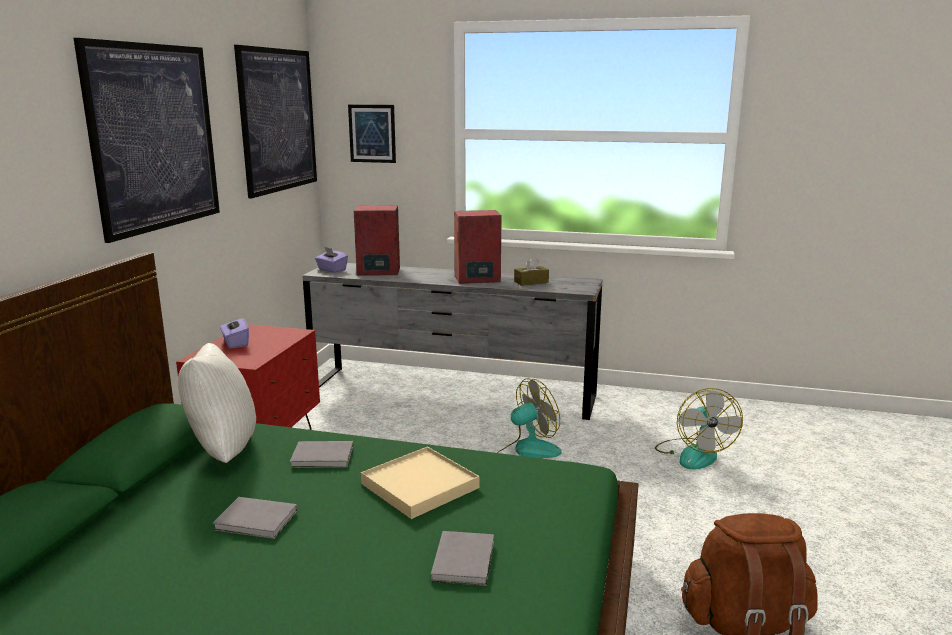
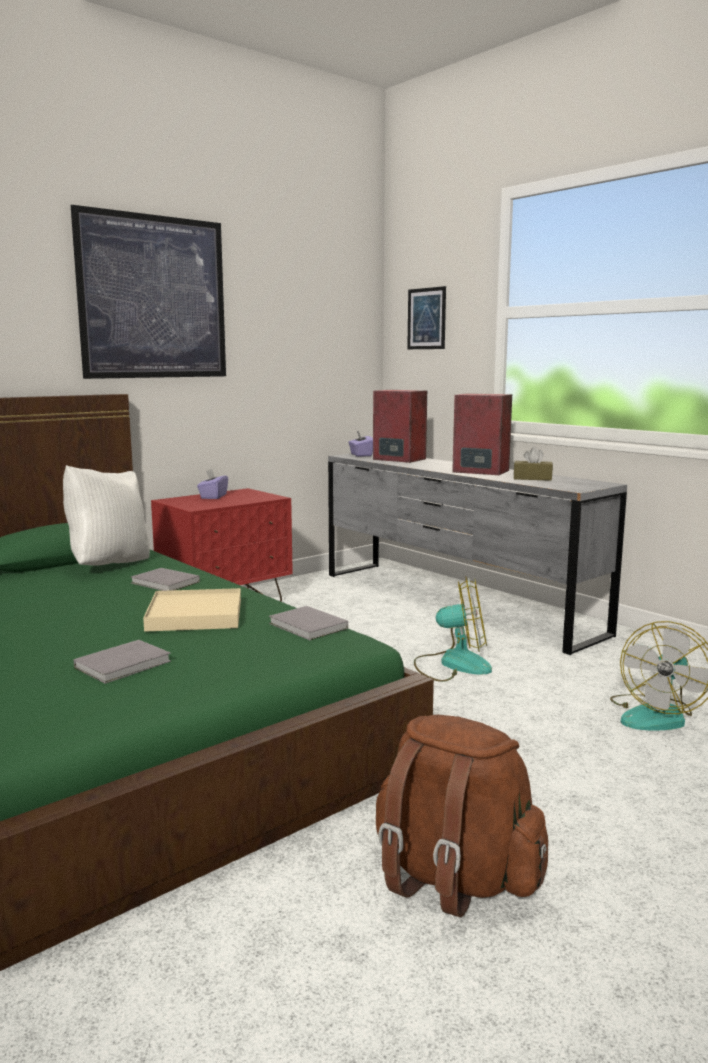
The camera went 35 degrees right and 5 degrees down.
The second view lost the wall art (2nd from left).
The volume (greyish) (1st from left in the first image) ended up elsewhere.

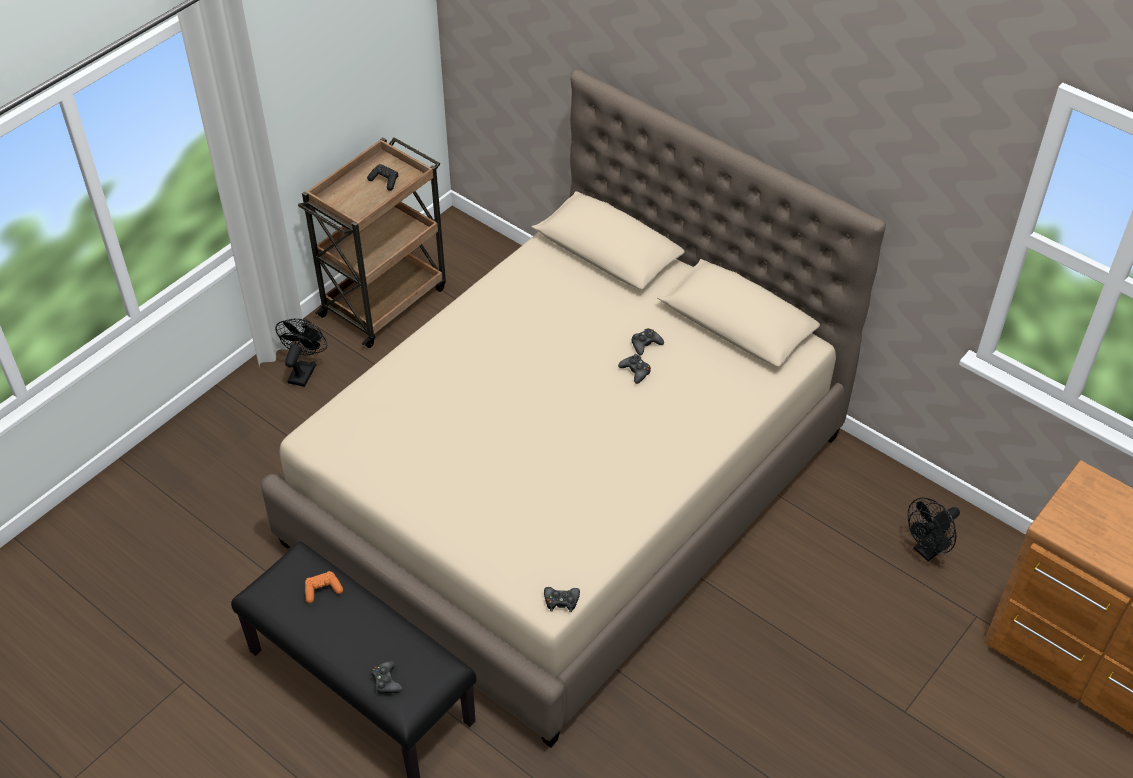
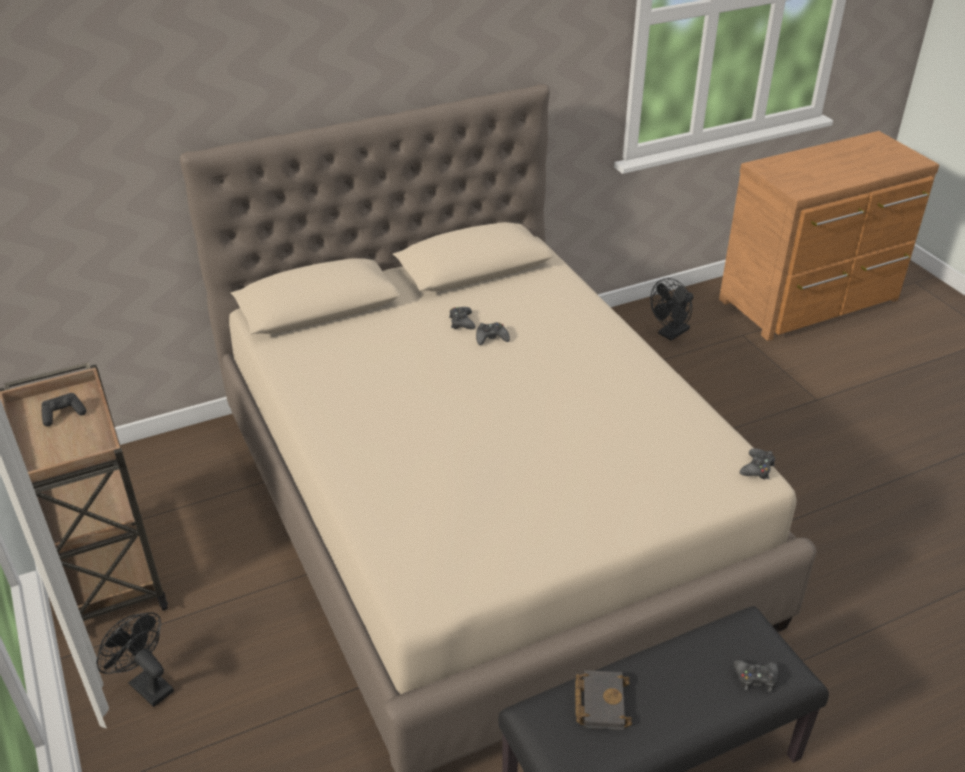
The camera went 65 degrees left and 10 degrees down.
The electric fan (black) (2nd from left) ended up facing another way, 60 degrees clockwise from before.
Where the gamepad (orangey) stood, the volume (black) came to stand.

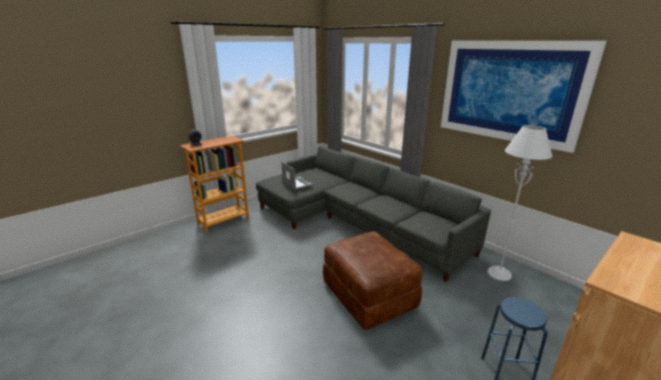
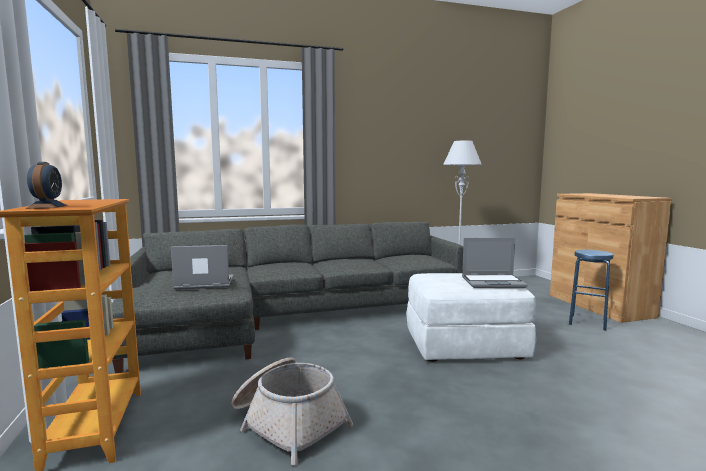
The camera went 65 degrees left and 15 degrees down.
The second view lost the wall art.
What was the pouffe (brownish) turned into the pouffe (white).
The second view gained the notebook computer (2nd from left).
The second view gained the basket.

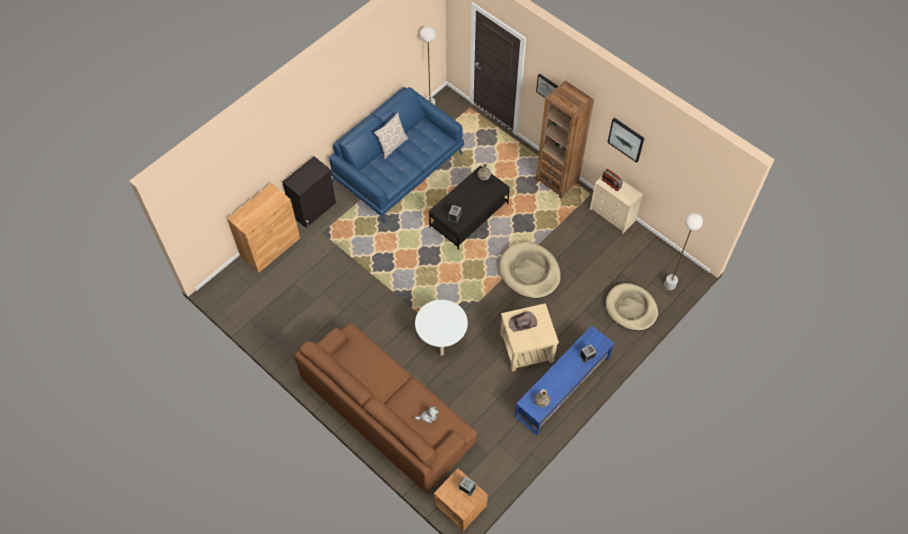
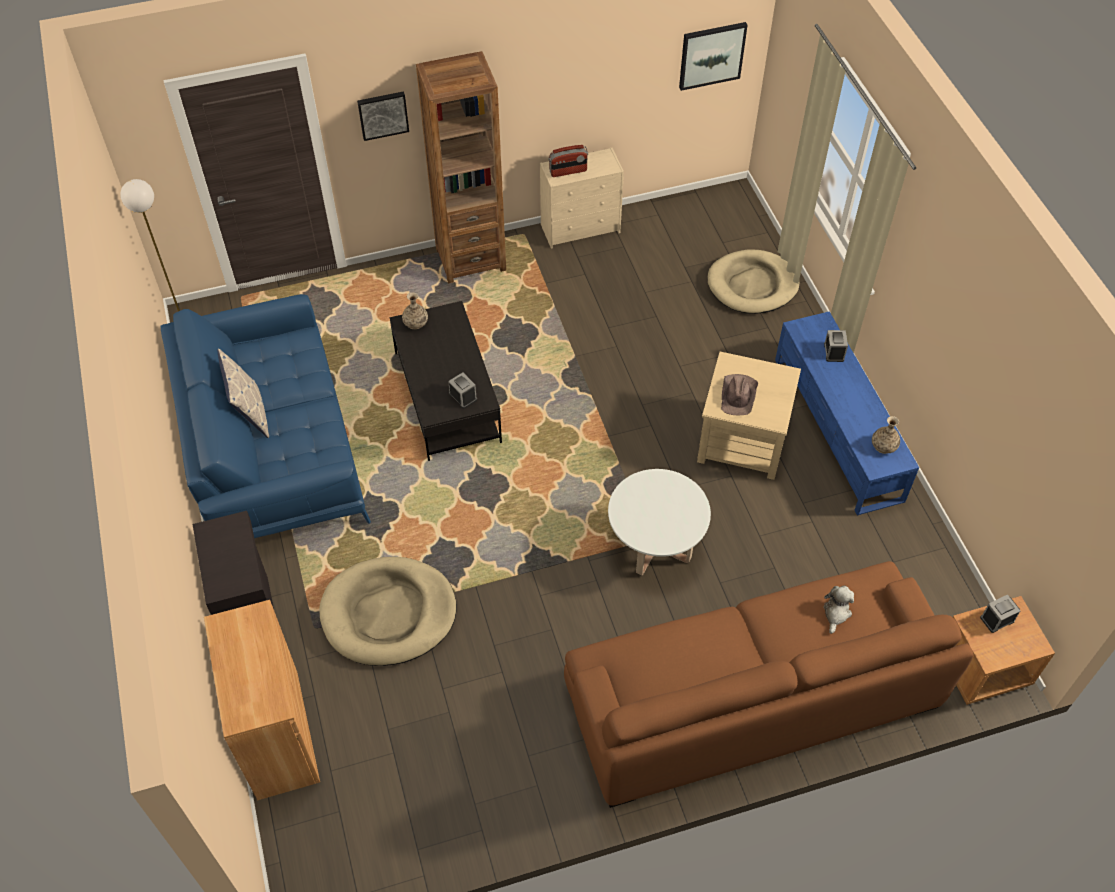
The camera went 60 degrees left and 5 degrees down.
The wall art (2nd from left) ended up elsewhere.
The second view lost the standing lamp (white) (2nd from left).
The pet bed (beige) (1st from left) ended up elsewhere.

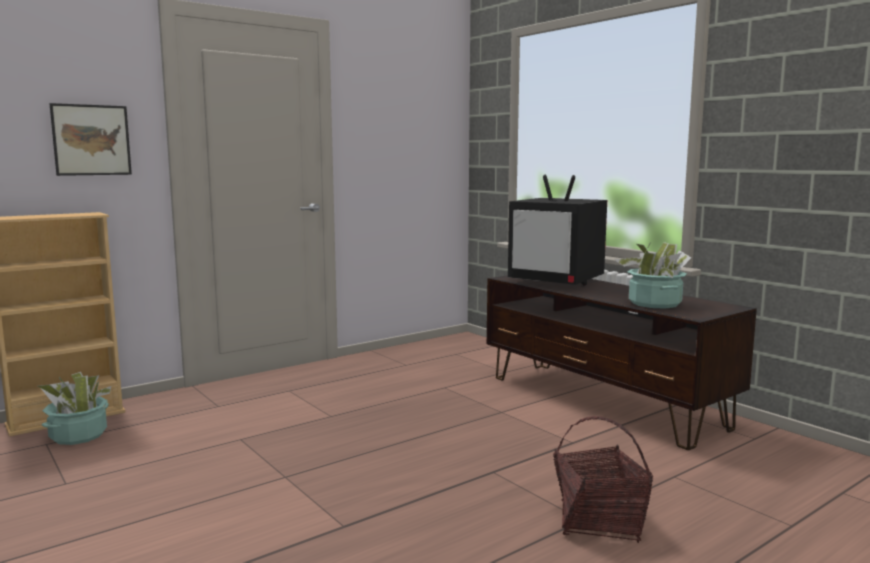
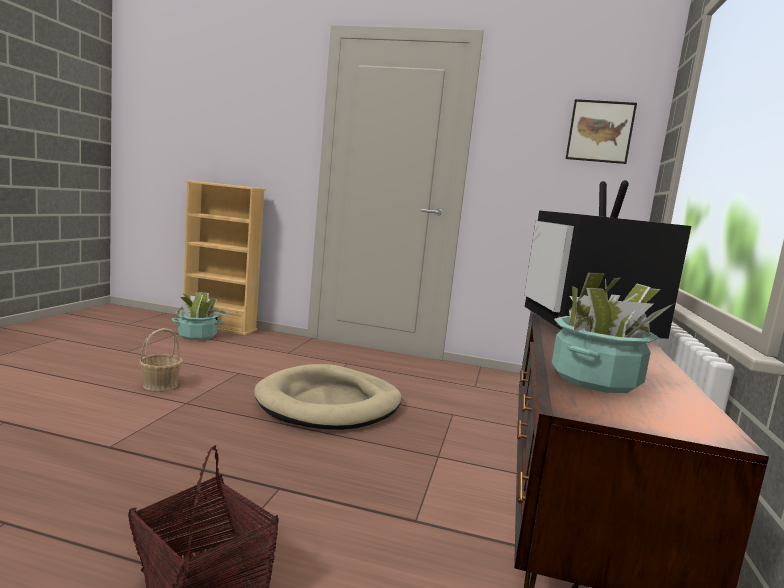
The camera went 50 degrees right and 0 degrees up.
The wall art ended up elsewhere.
The second view gained the basket (1st from left).
The second view gained the pet bed (beige).

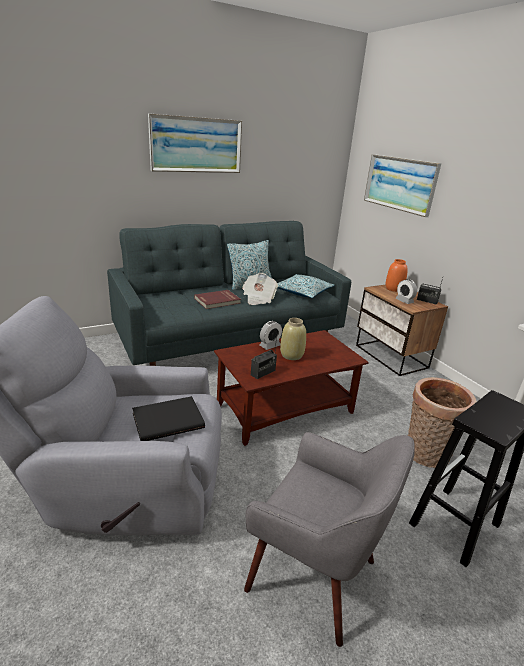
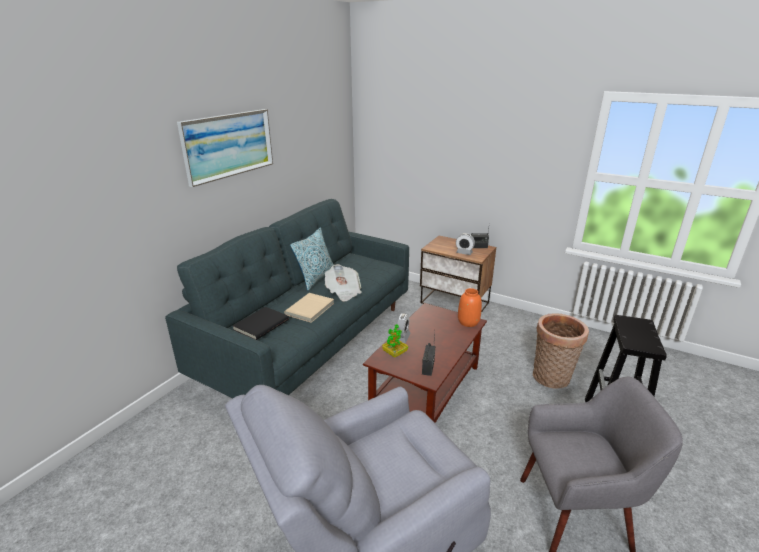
The camera went 30 degrees left and 0 degrees up.
The second view lost the wall art (2nd from left).
The flower vase (orangey) ended up elsewhere.
The second view lost the pillow (2nd from left).
What was the volume (reddish) turned into the volume (beige).
The second view lost the flower vase (beige).
The volume (black) ended up elsewhere.
The second view gained the plant in a pot.

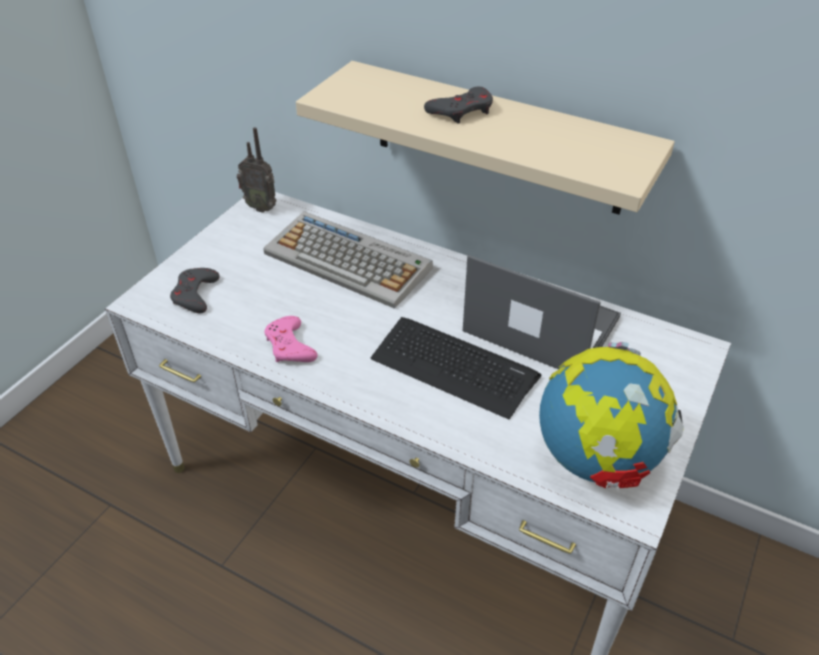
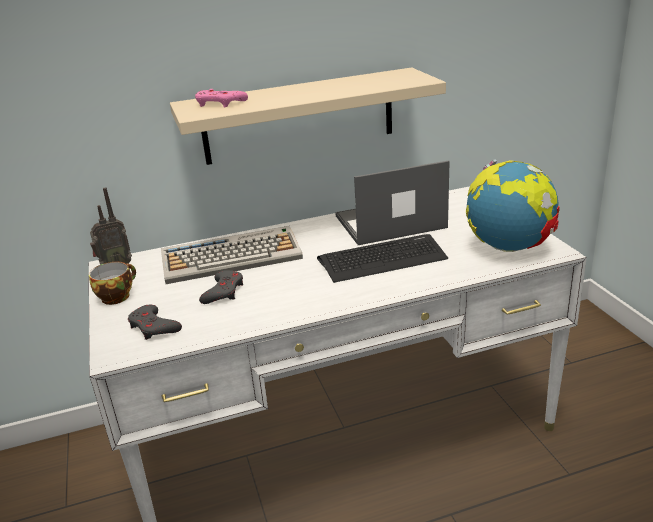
The camera went 45 degrees left and 15 degrees down.
The gamepad (greyish) (2nd from left) ended up elsewhere.
The gamepad (pinkish) ended up elsewhere.
The second view gained the small cup.

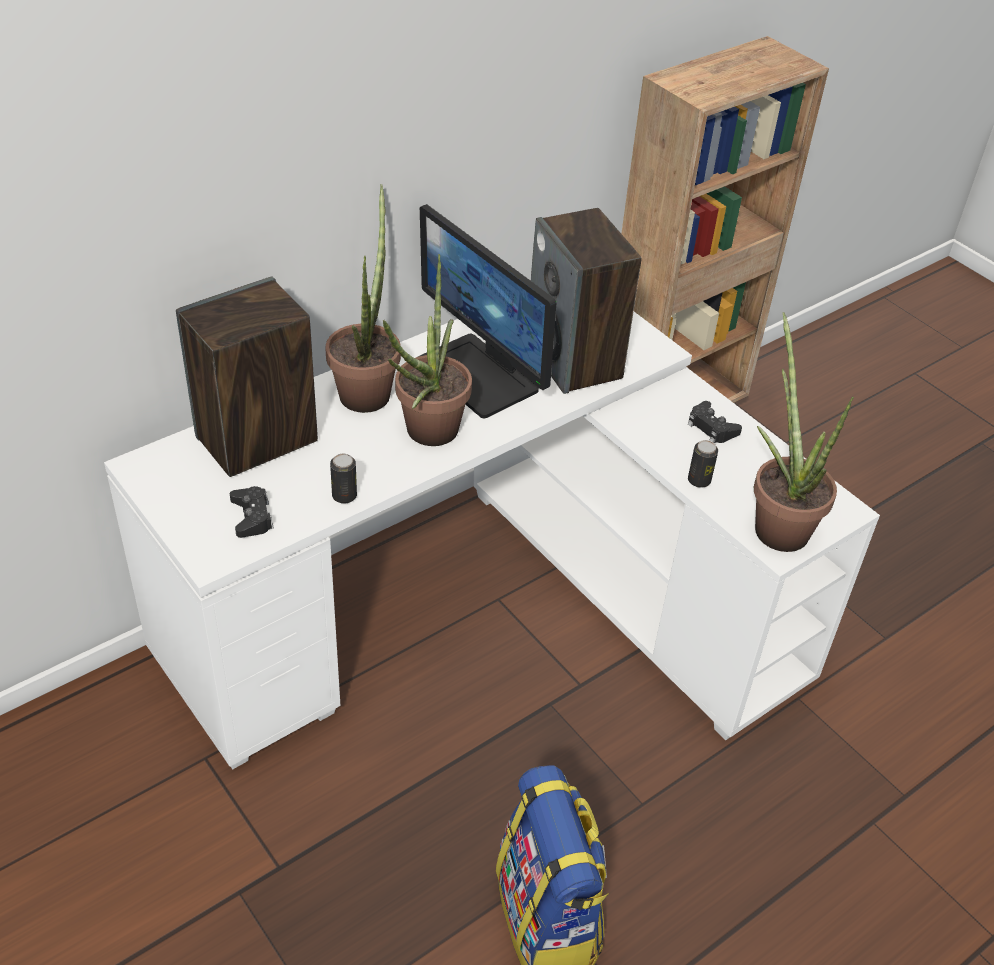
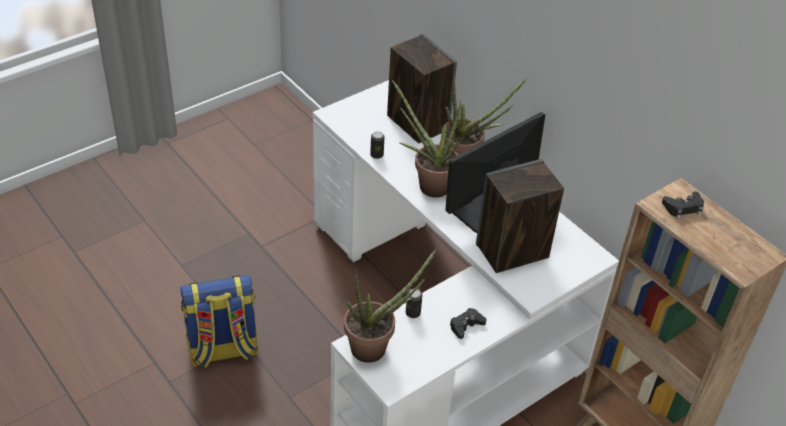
The camera went 90 degrees right and 0 degrees up.
The gamepad (black) (1st from left in the first image) ended up elsewhere.

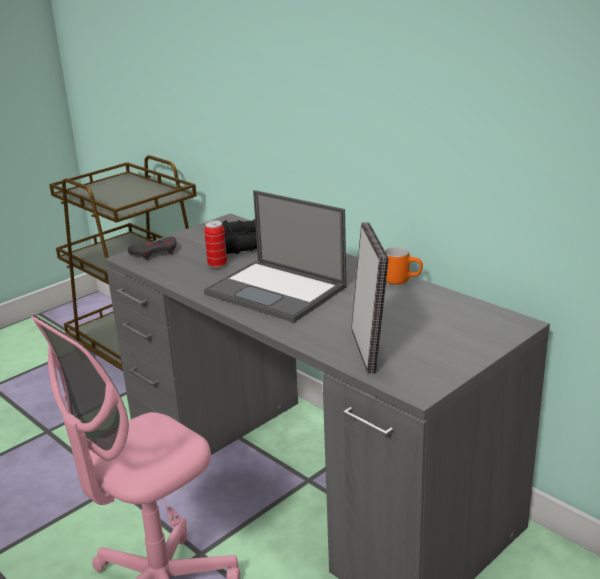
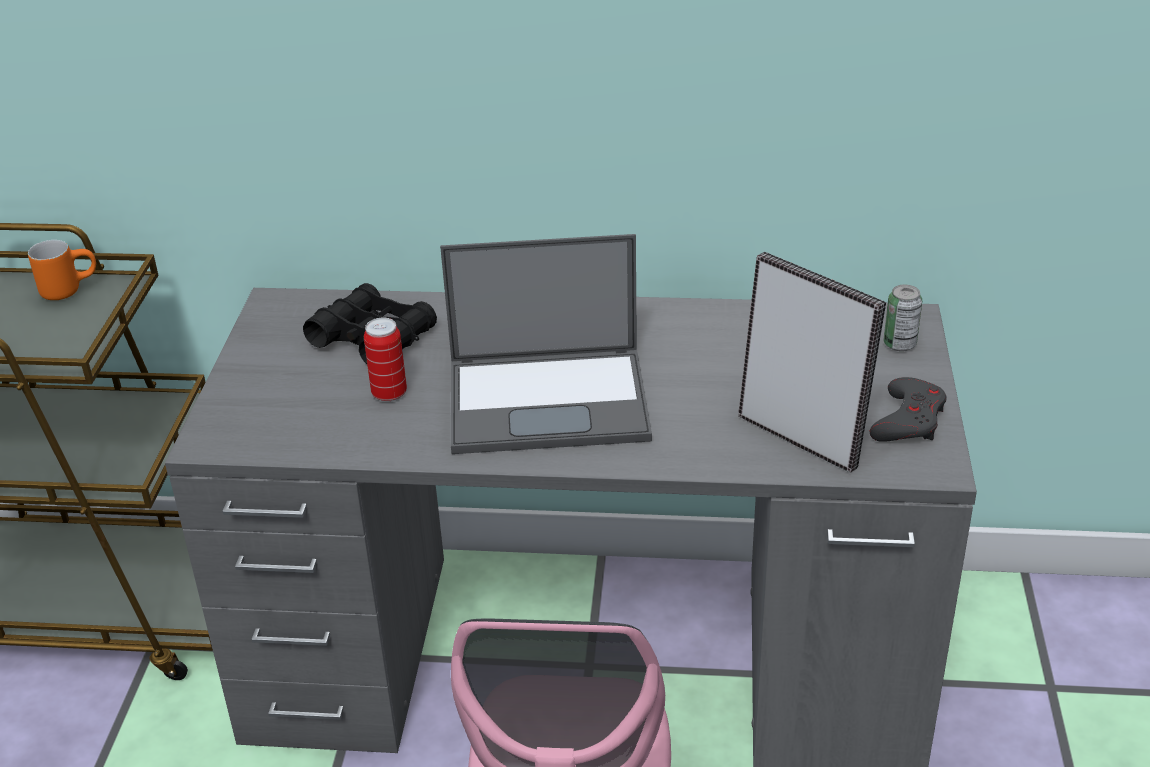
The camera went 40 degrees left and 10 degrees up.
The gamepad (greyish) ended up elsewhere.
The coffee mug (orangey) ended up elsewhere.
The second view gained the metal can (2nd from left).

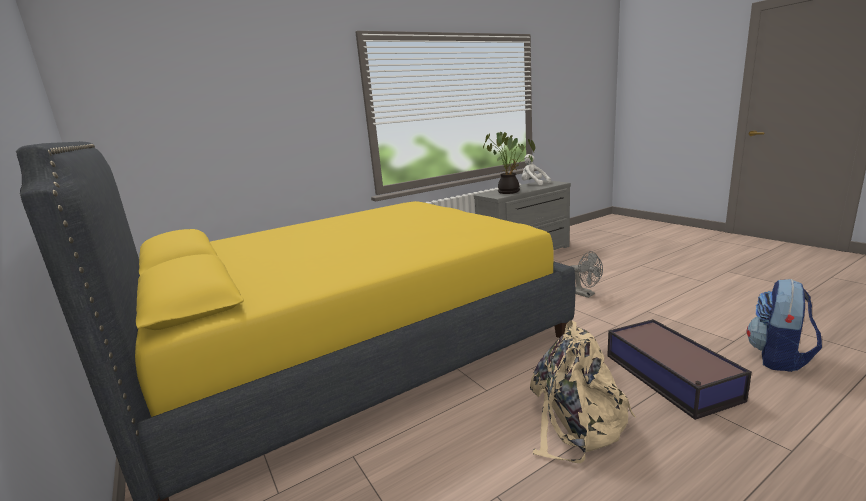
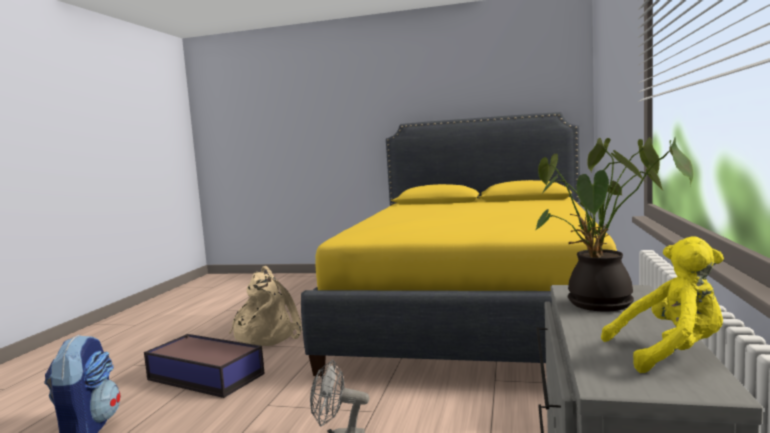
The camera went 135 degrees right and 10 degrees down.
What was the soft toy (white) turned into the soft toy (yellowish).

